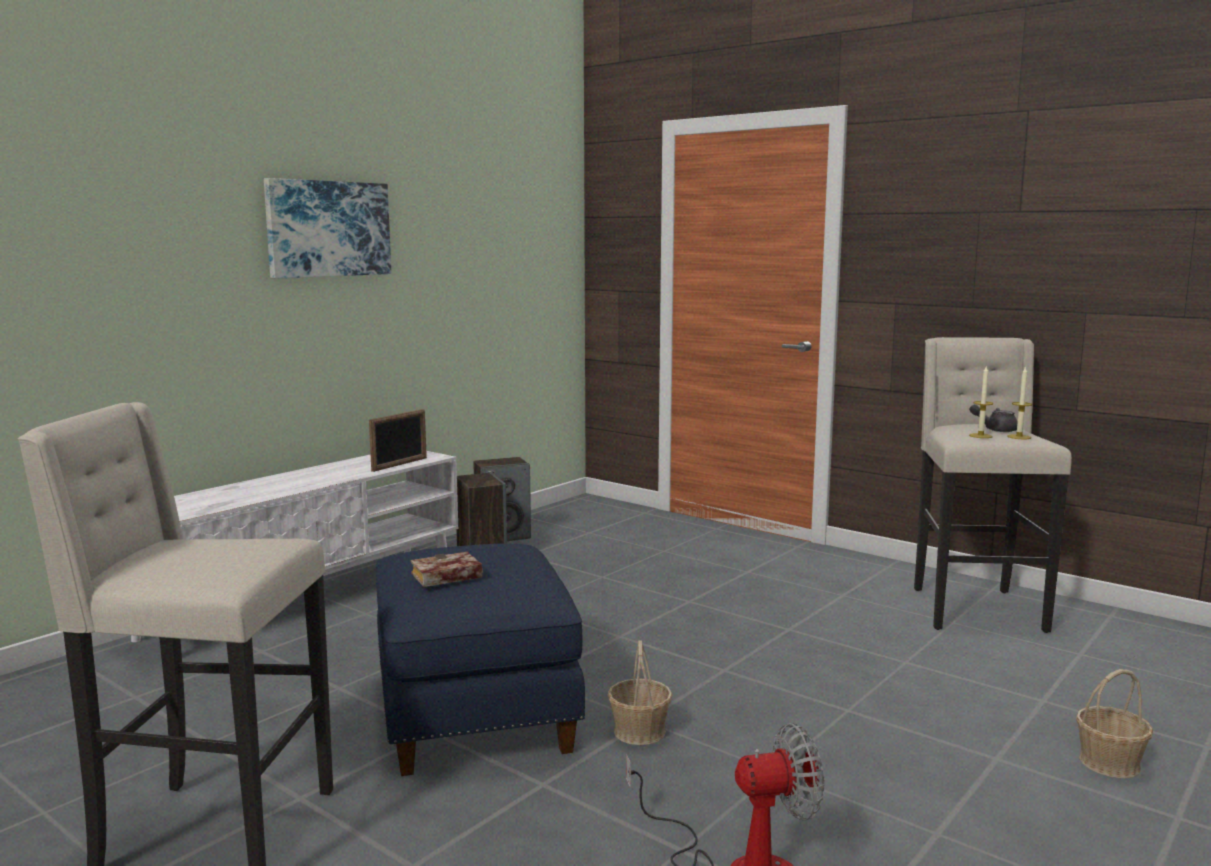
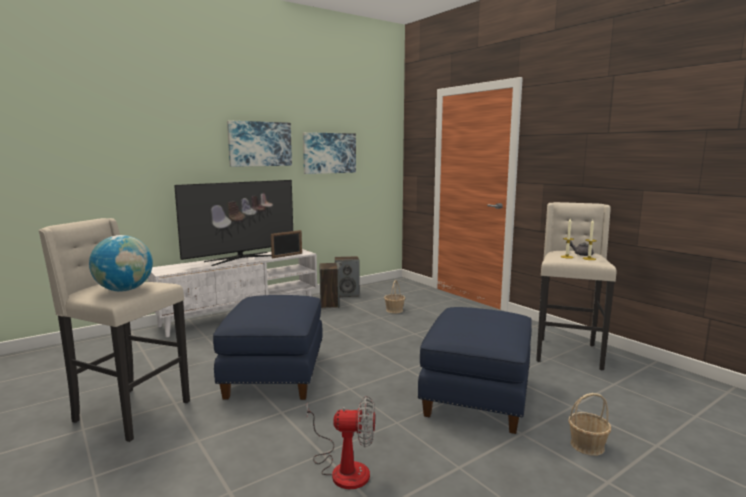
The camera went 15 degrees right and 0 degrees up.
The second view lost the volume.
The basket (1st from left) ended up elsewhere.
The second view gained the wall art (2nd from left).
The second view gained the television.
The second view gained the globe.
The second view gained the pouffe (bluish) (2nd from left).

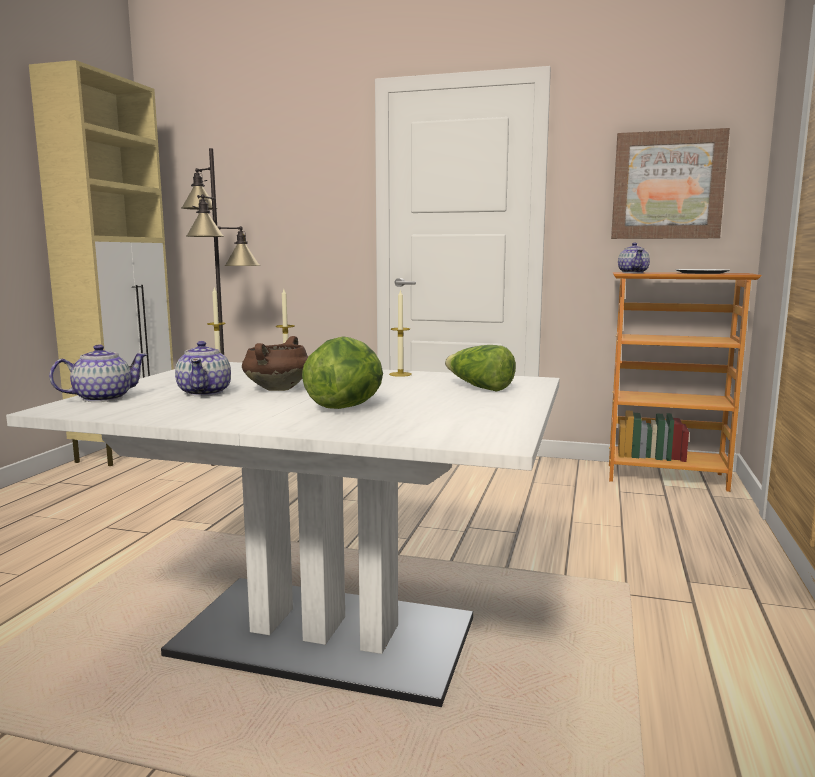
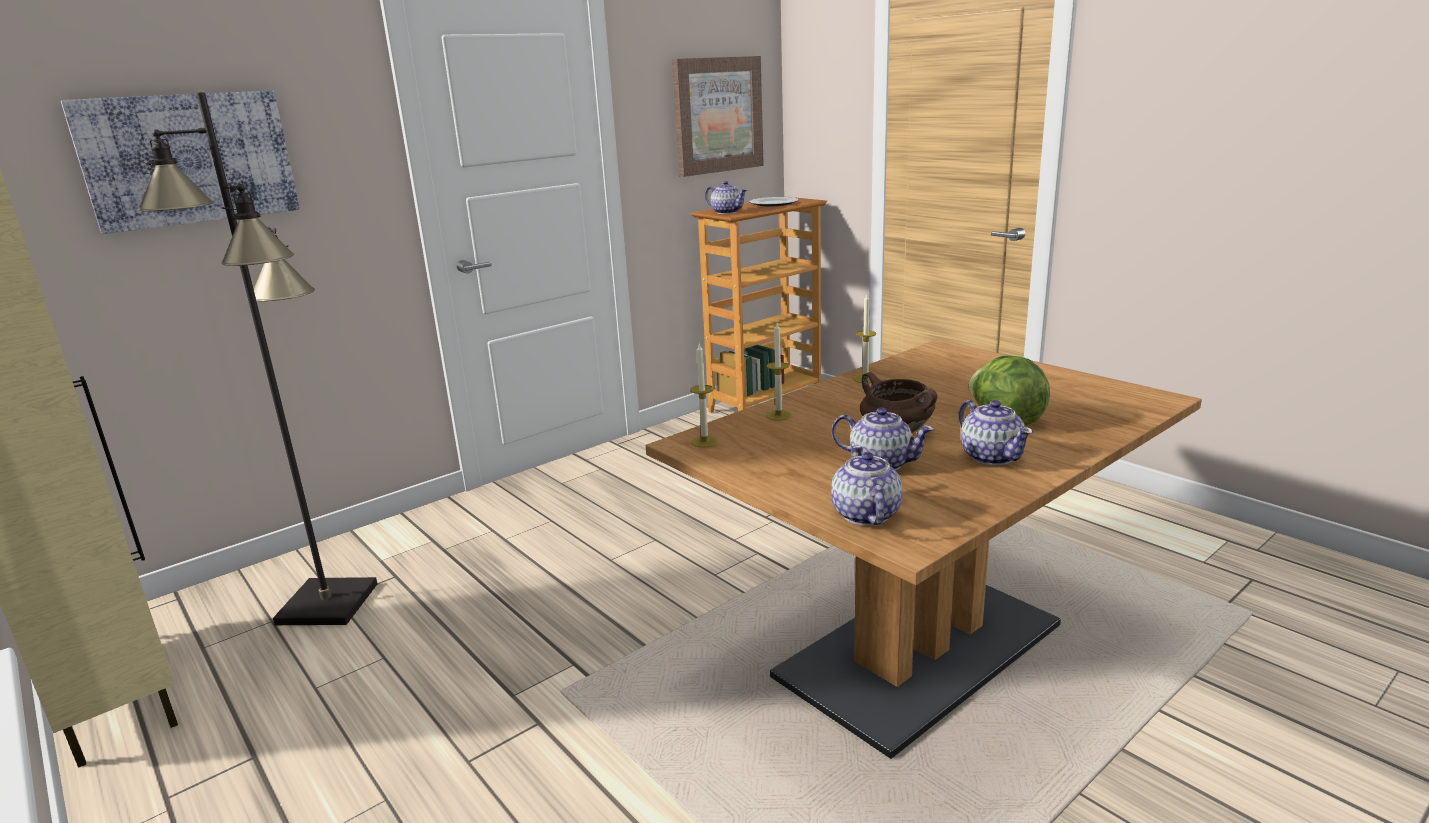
The camera went 55 degrees left and 10 degrees up.
The second view lost the lettuce head (2nd from left).
What was the dining table (white) turned into the dining table (brownish).
The second view gained the wall art (1st from left).
The second view gained the teapot (4th from left).

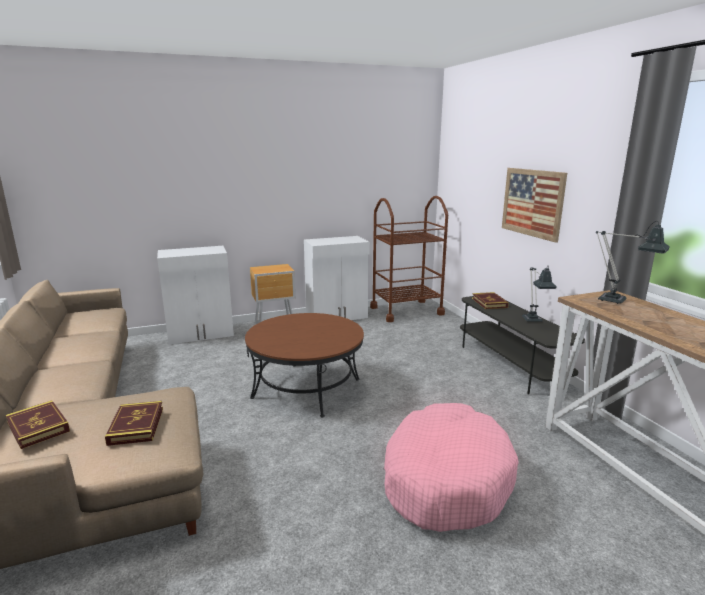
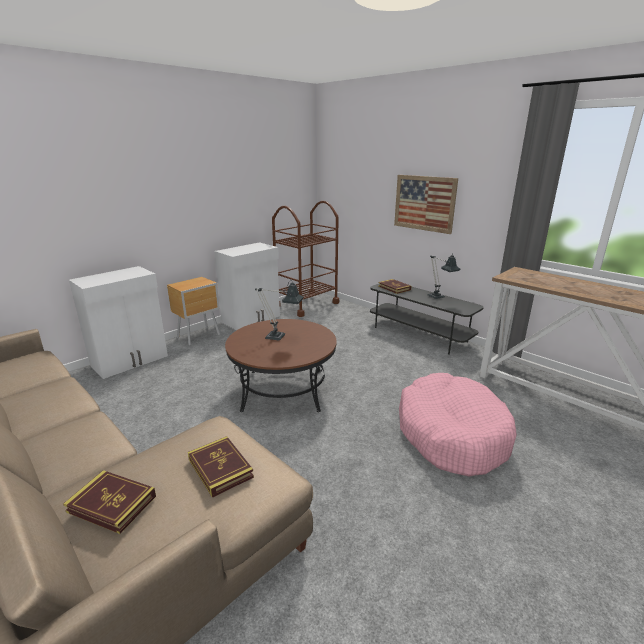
The camera went 25 degrees left and 5 degrees up.
The table lamp (2nd from left in the first image) ended up elsewhere.

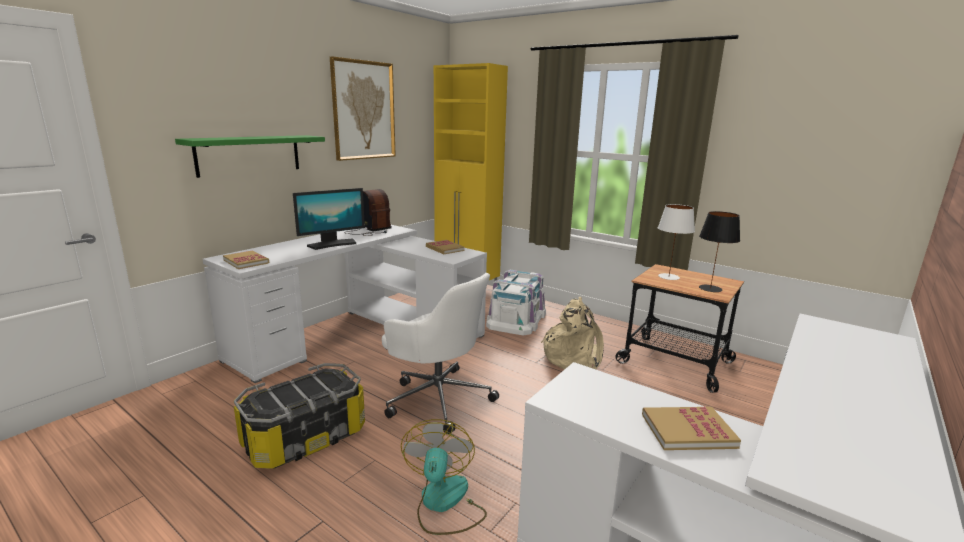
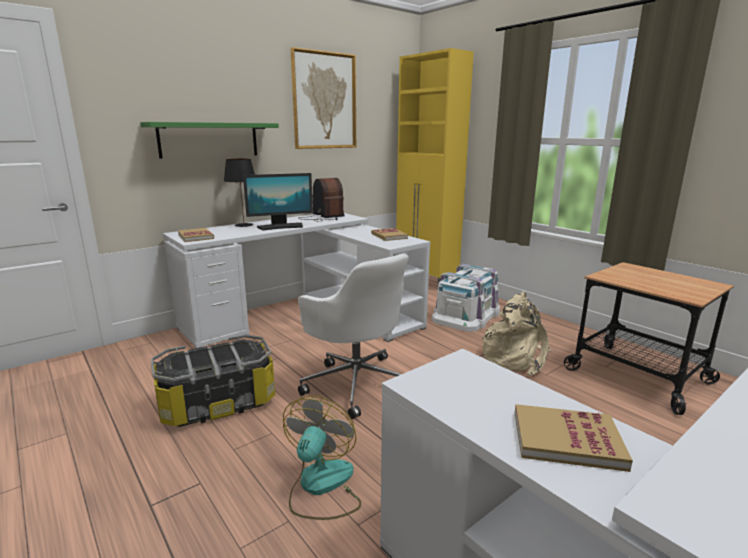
The camera went 15 degrees right and 0 degrees up.
The second view lost the table lamp (white).
The table lamp (black) ended up elsewhere.

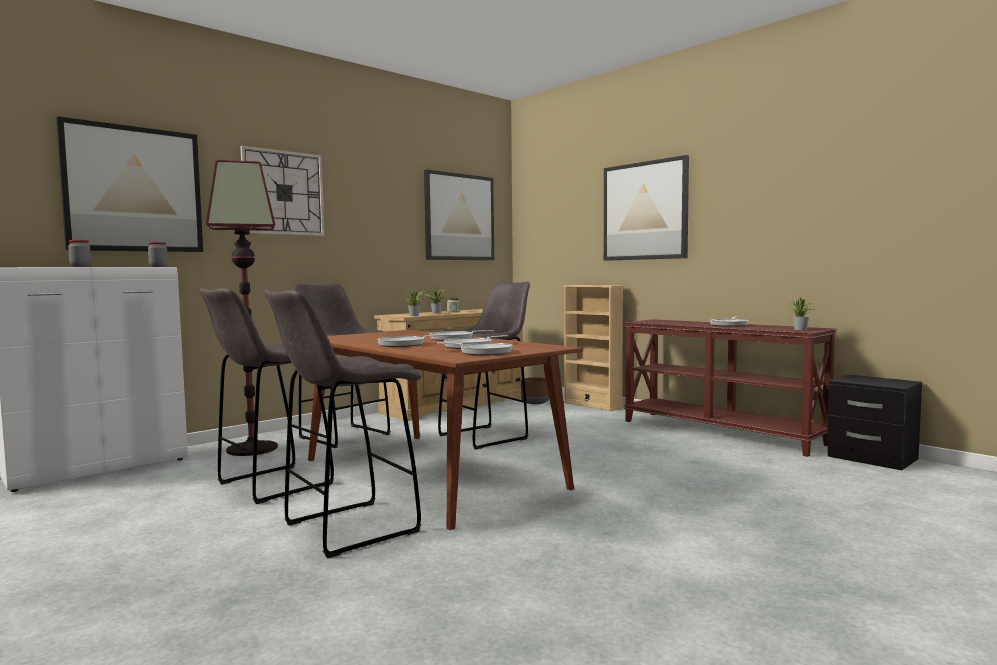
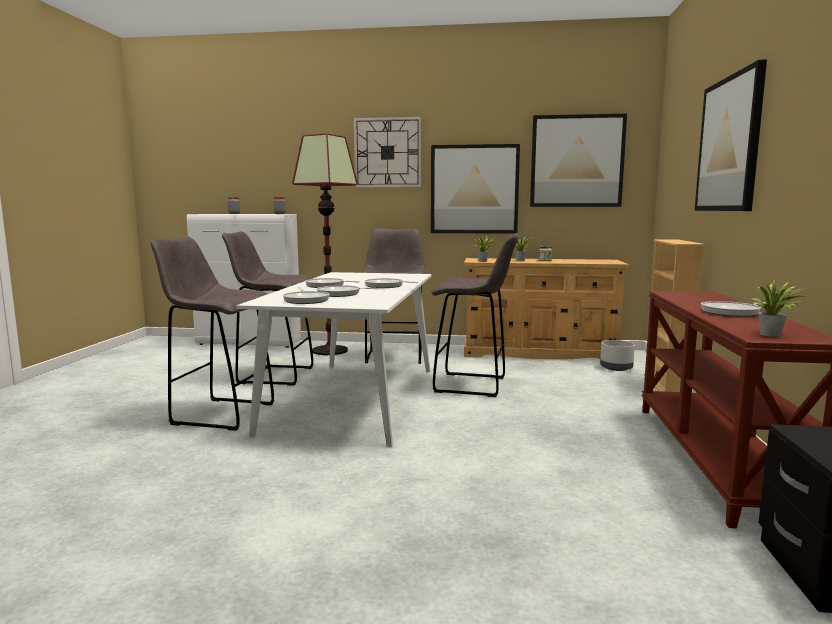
The camera went 50 degrees right and 5 degrees up.
The wall art (1st from left) ended up elsewhere.
What was the dining table (brownish) turned into the dining table (white).
What was the planter (brownish) turned into the planter (greyish).

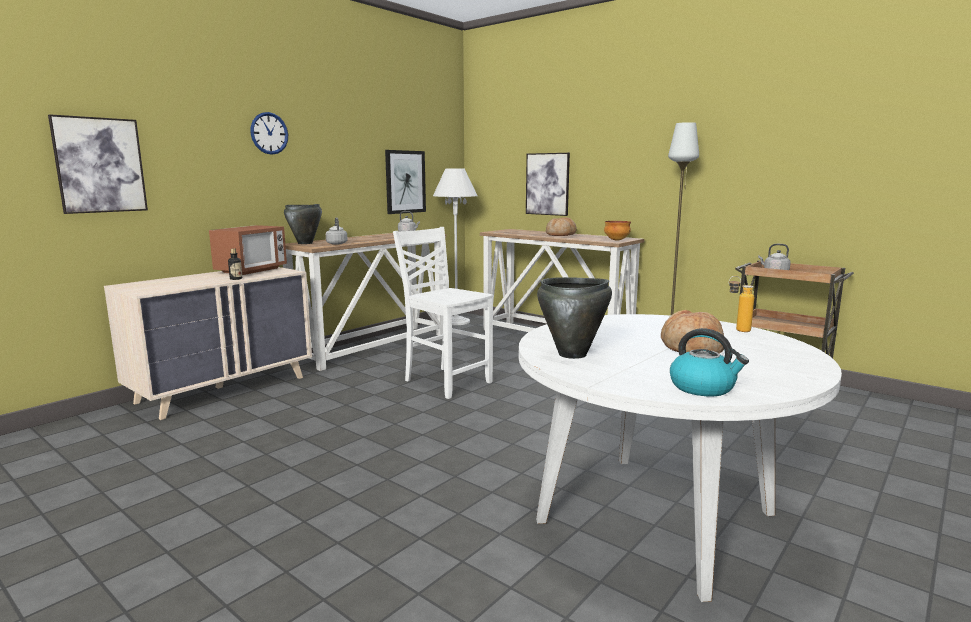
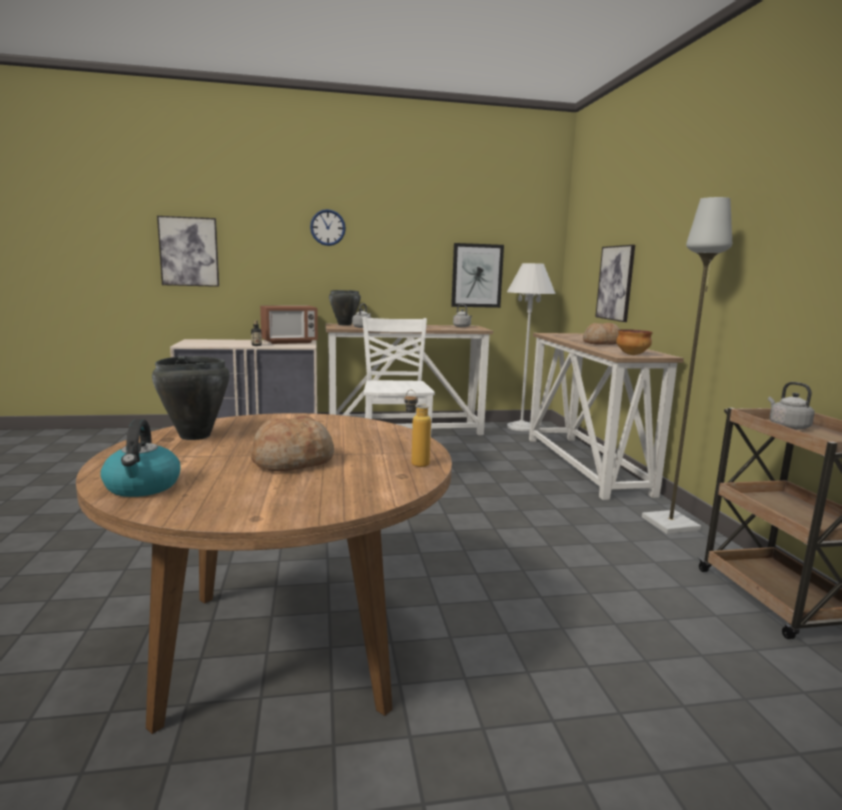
The camera went 40 degrees right and 0 degrees up.
What was the dining table (white) turned into the dining table (brownish).

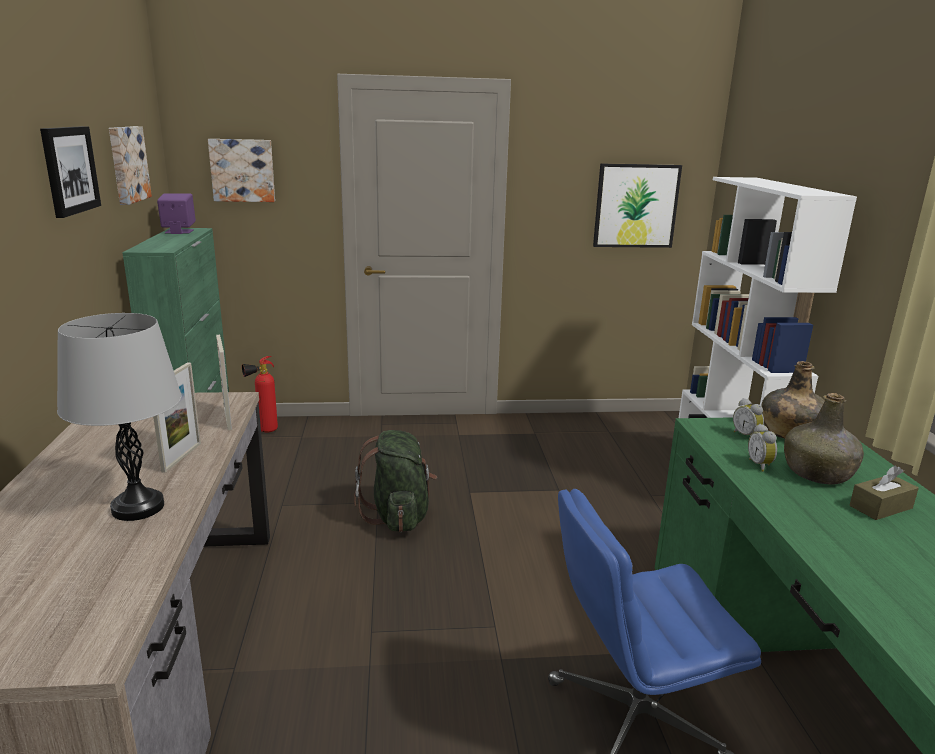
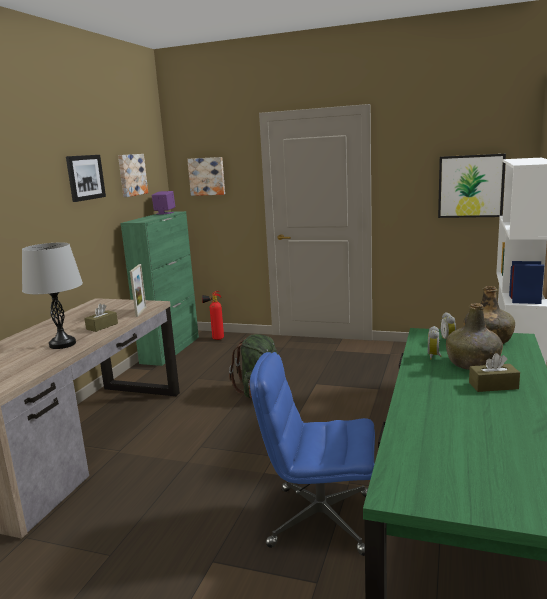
The camera went 25 degrees right and 5 degrees down.
Where the picture frame (1st from left) stood, the box of tissues (brownish) (1st from left) came to stand.

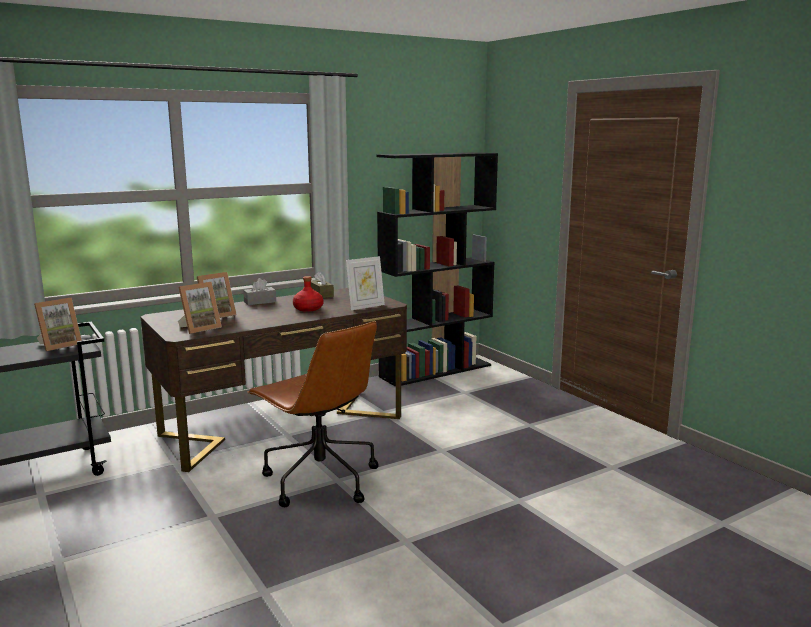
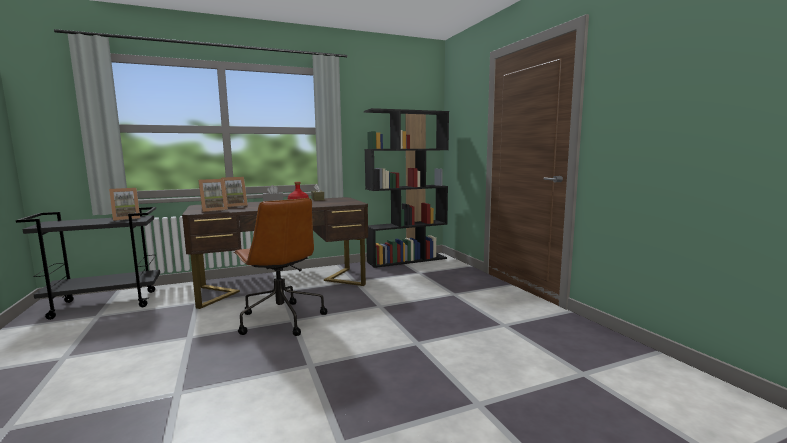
The camera went 10 degrees right and 5 degrees down.
The second view lost the picture frame (4th from left).

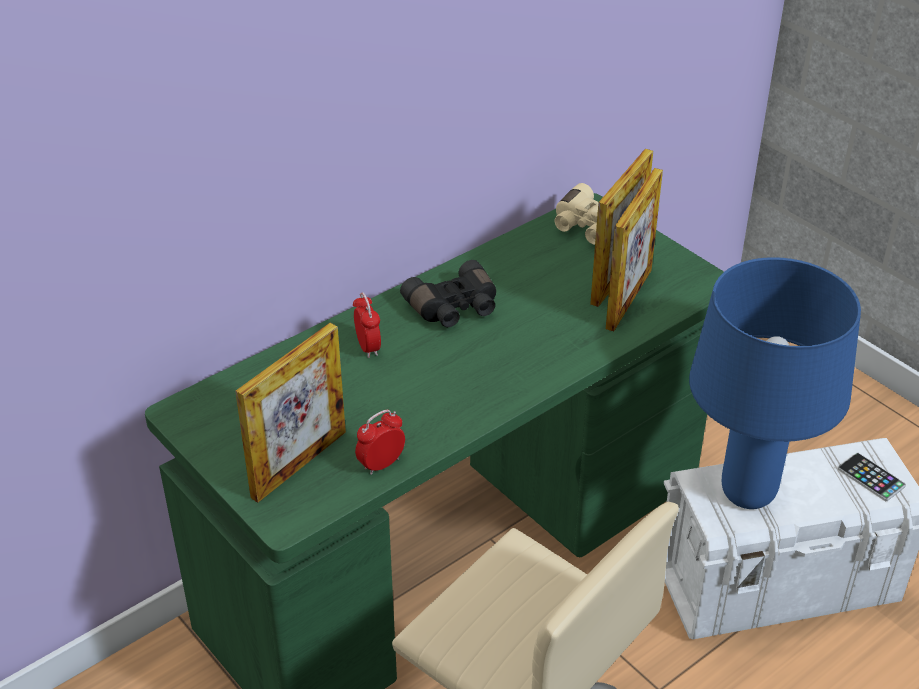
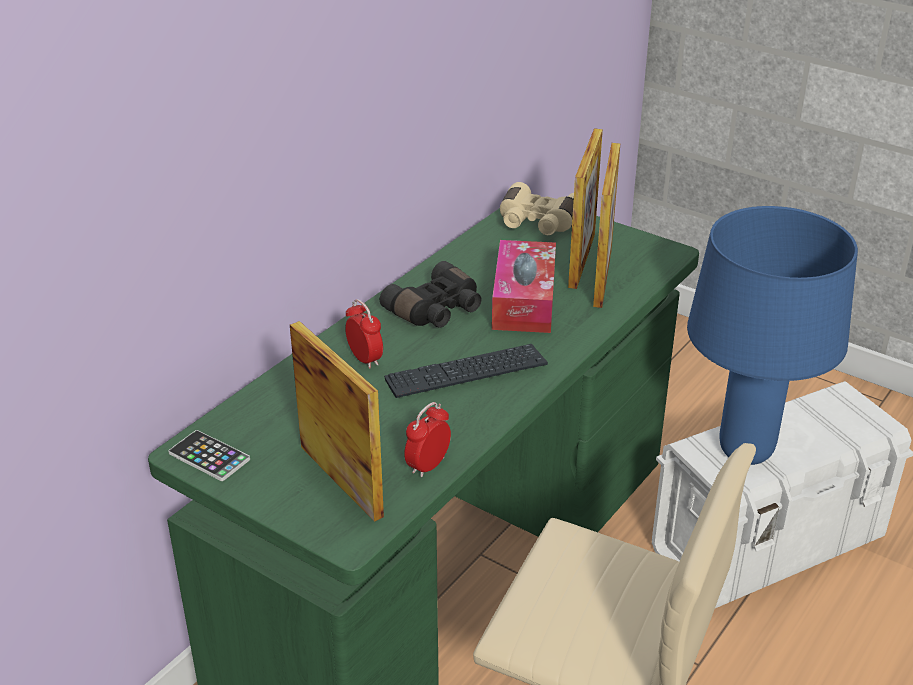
The camera went 15 degrees left and 5 degrees down.
The picture frame (1st from left) ended up facing another way, 60 degrees counterclockwise from before.
The phone ended up elsewhere.
The second view gained the box of tissues.
The second view gained the keyboard.

